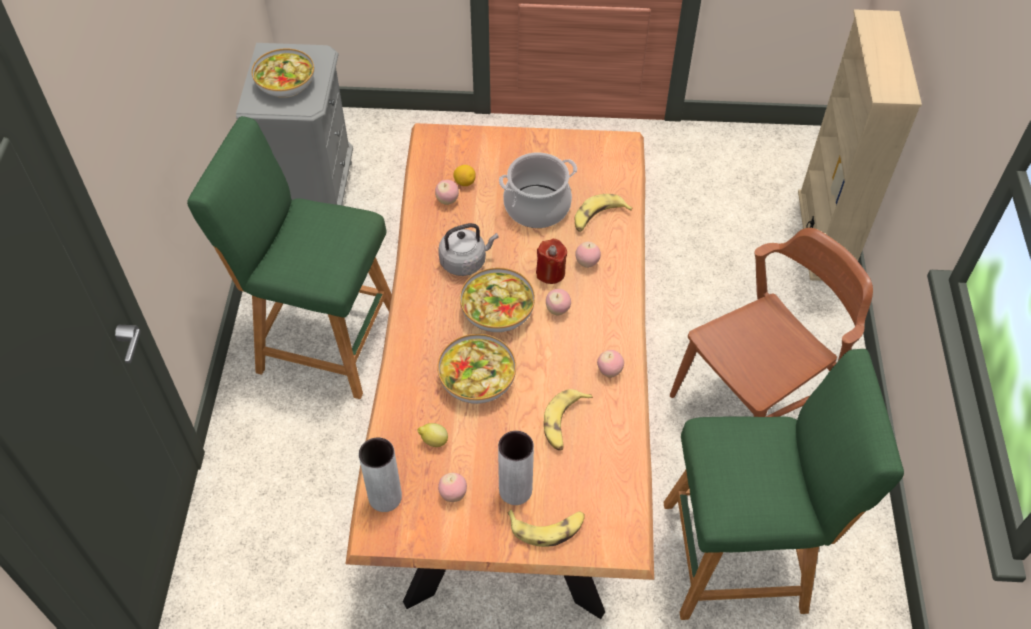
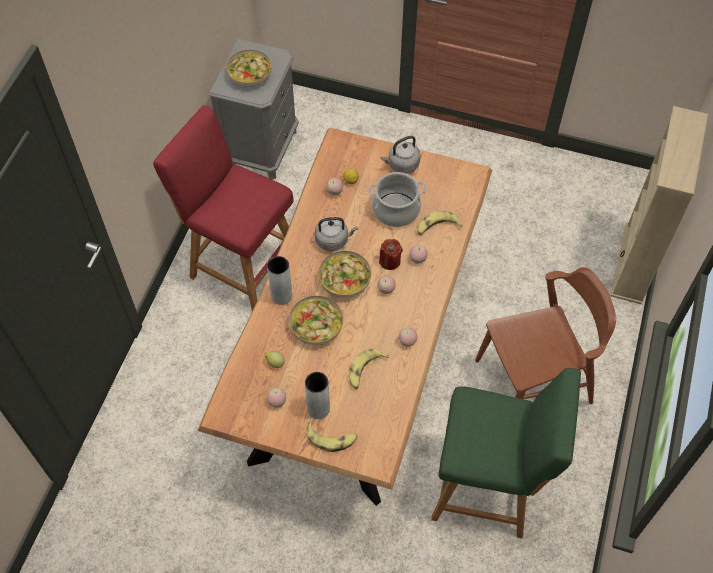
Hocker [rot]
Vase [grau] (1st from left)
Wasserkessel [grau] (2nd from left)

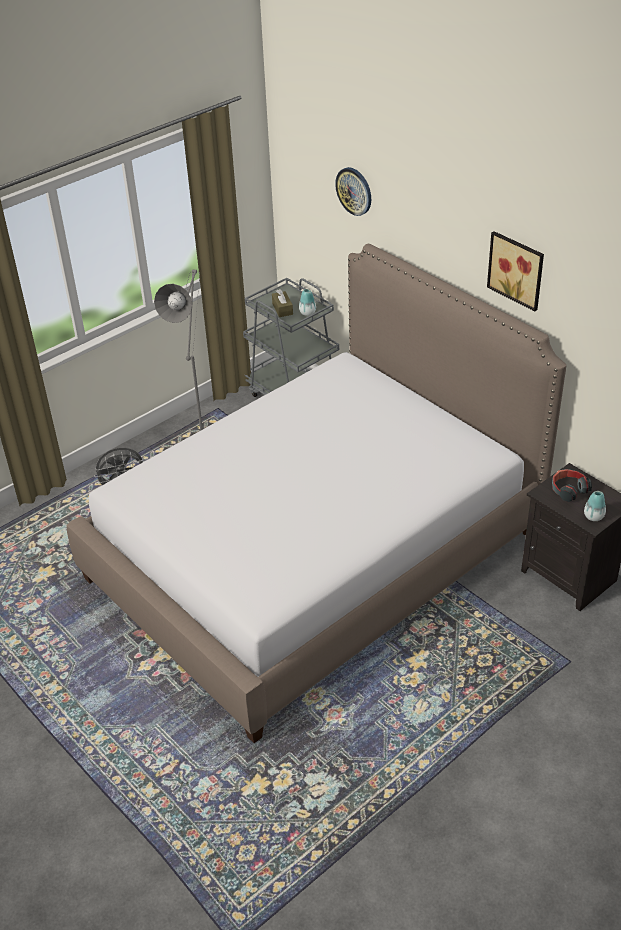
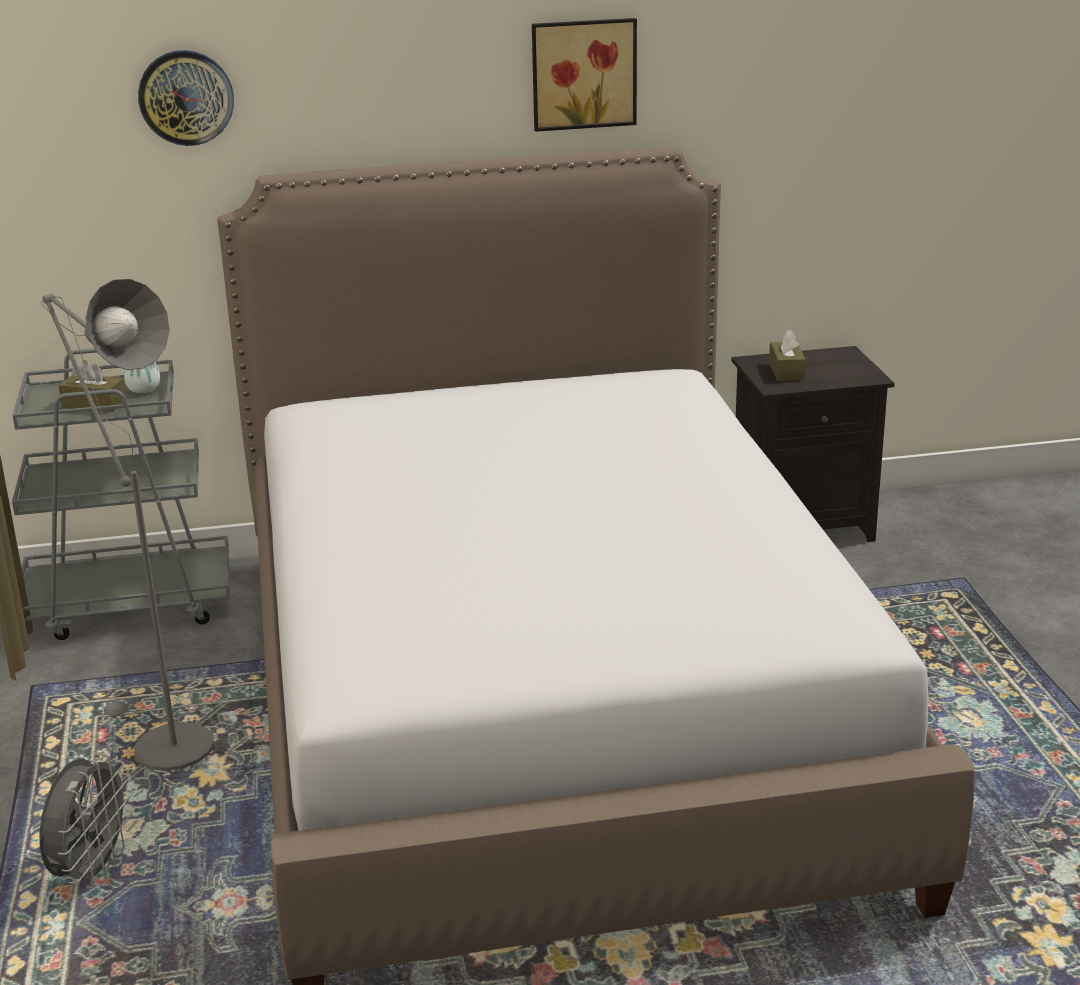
Taschentuchbox [braun] (2nd from left)
Vase (2nd from left in the first image)

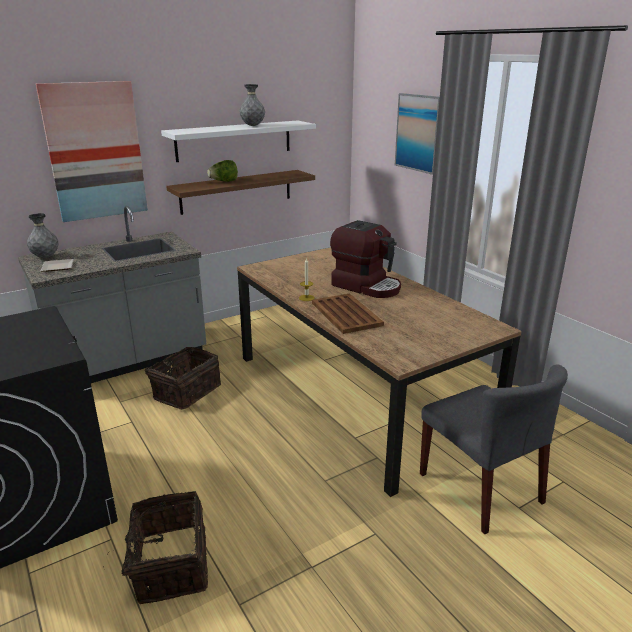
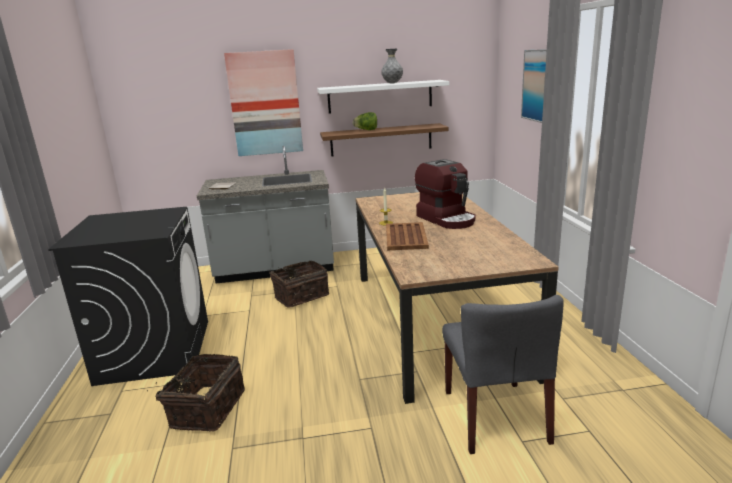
Vase [grau] (1st from left in the first image)

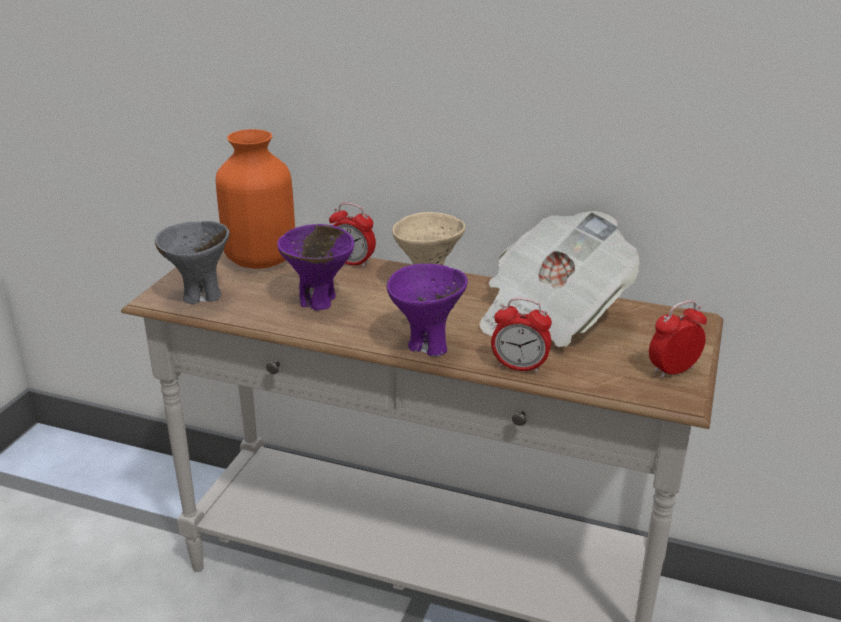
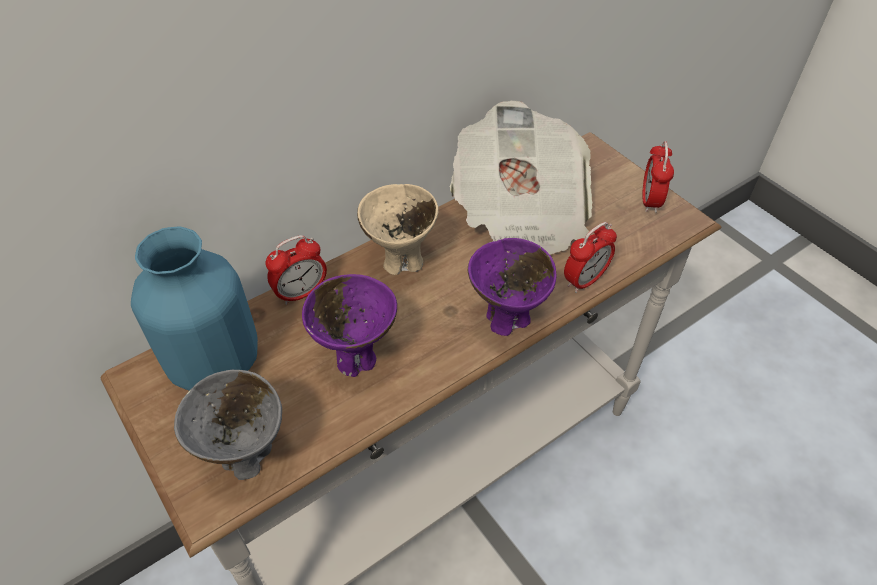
Vase [blau]

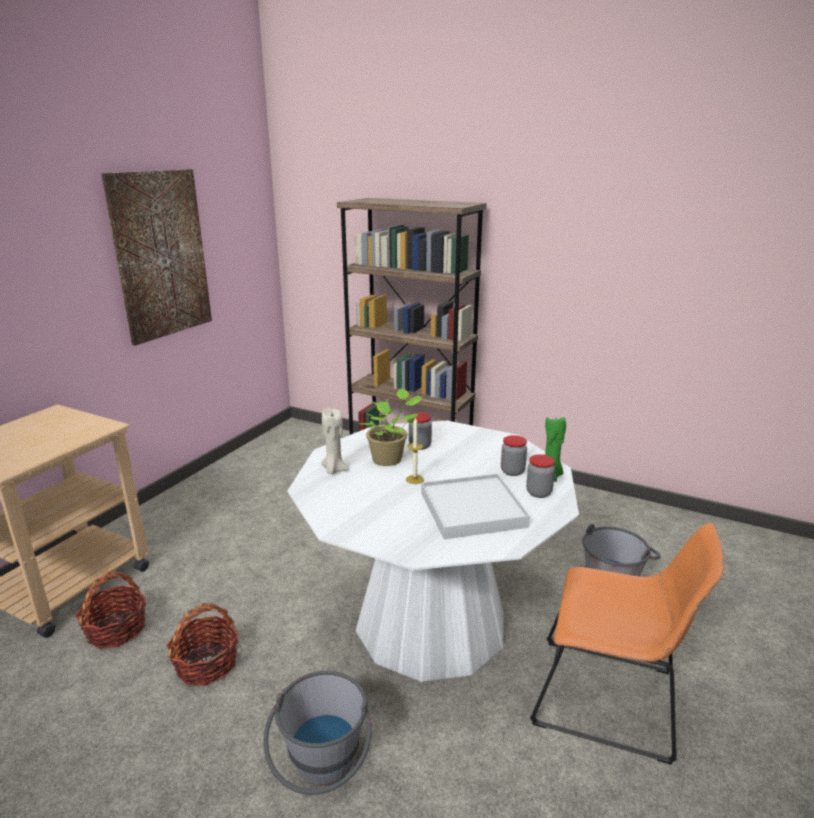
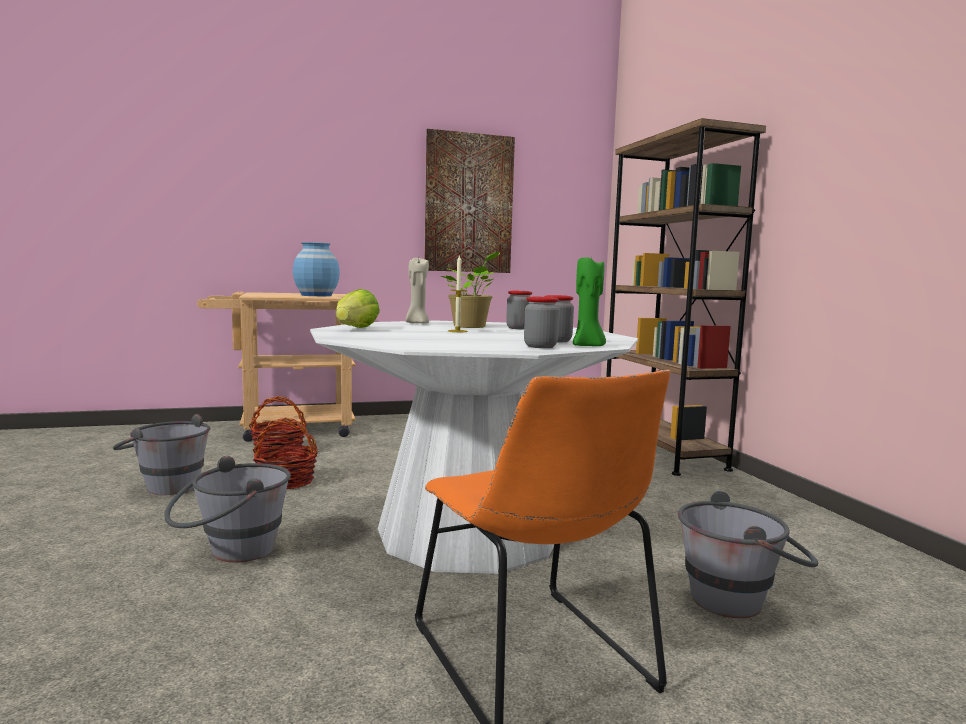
Tablett [weiß]
Vase [blau]
Salatkopf
Eimer [grau] (1st from left)

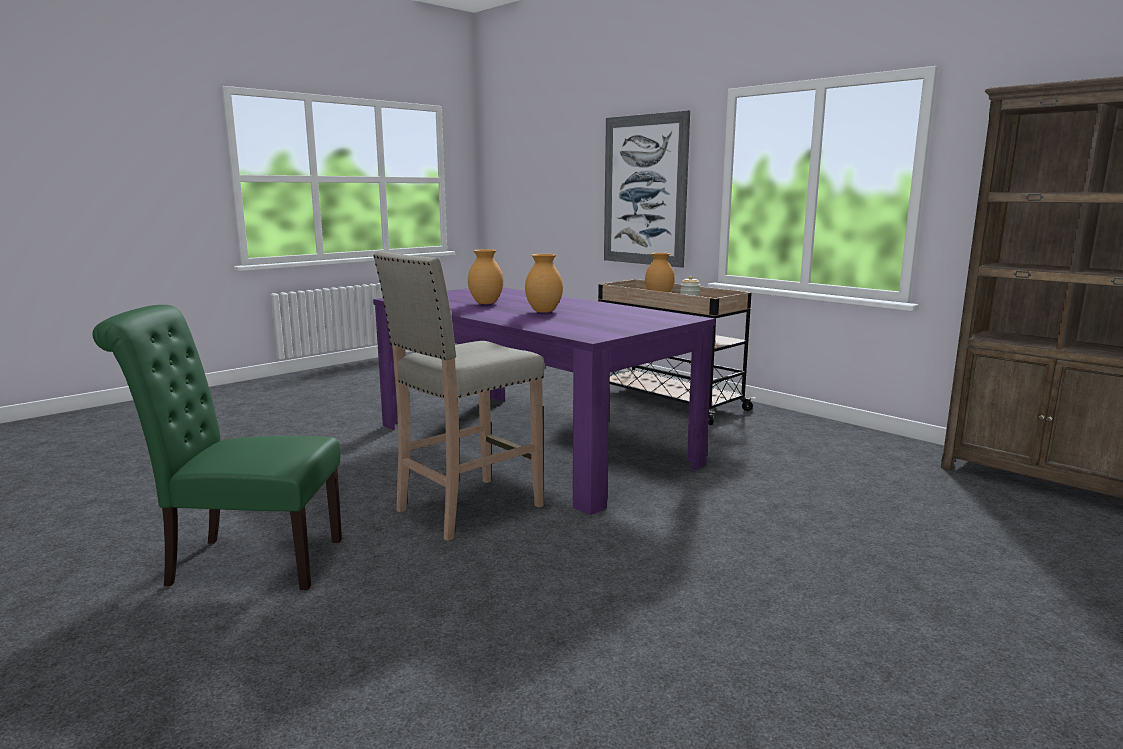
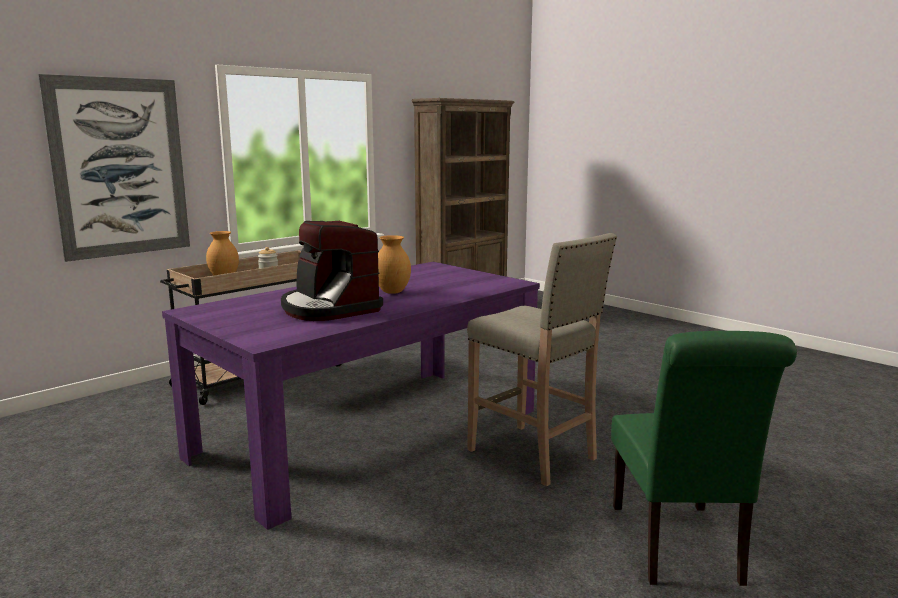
Kaffeemaschine

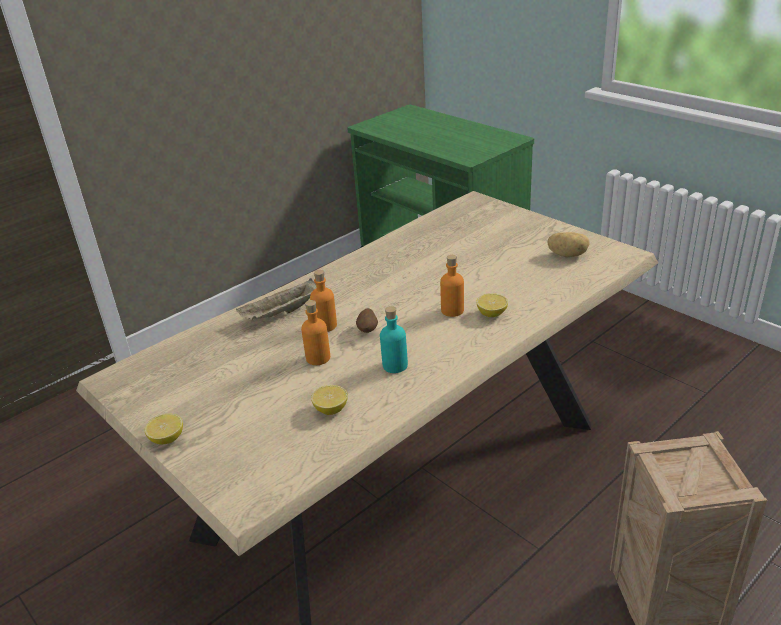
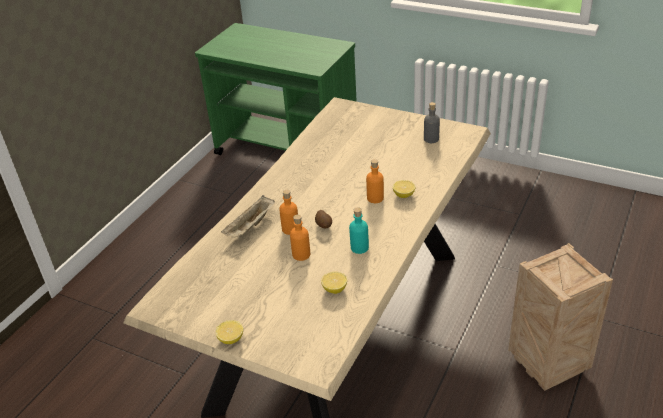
Flasche [grau]

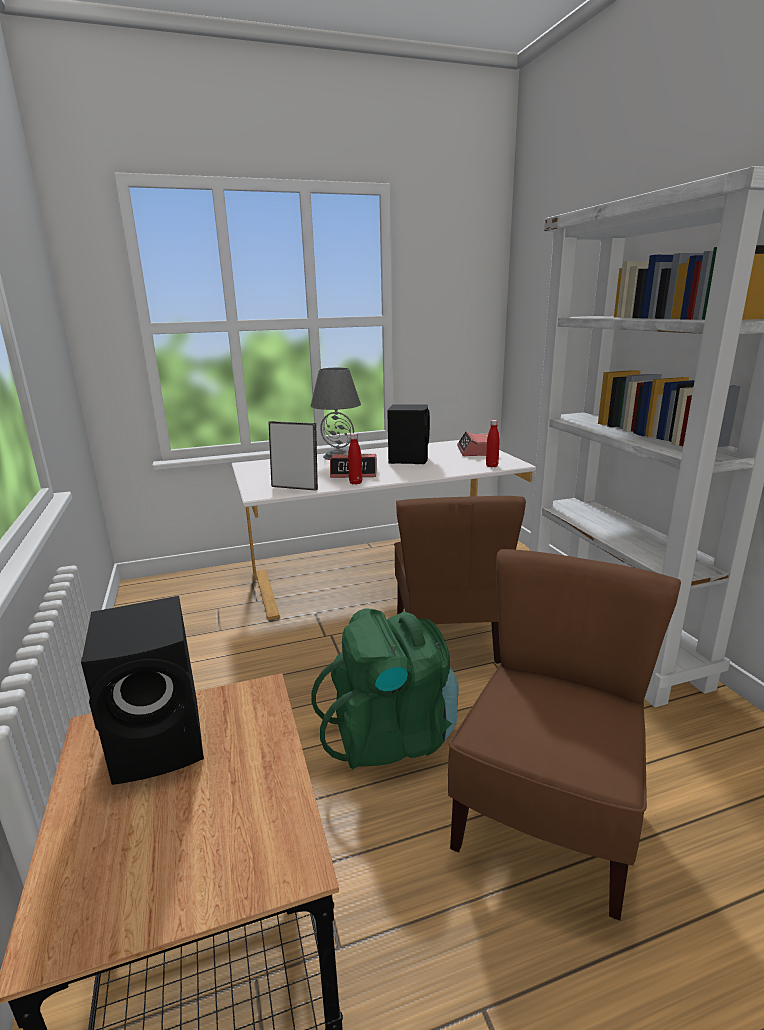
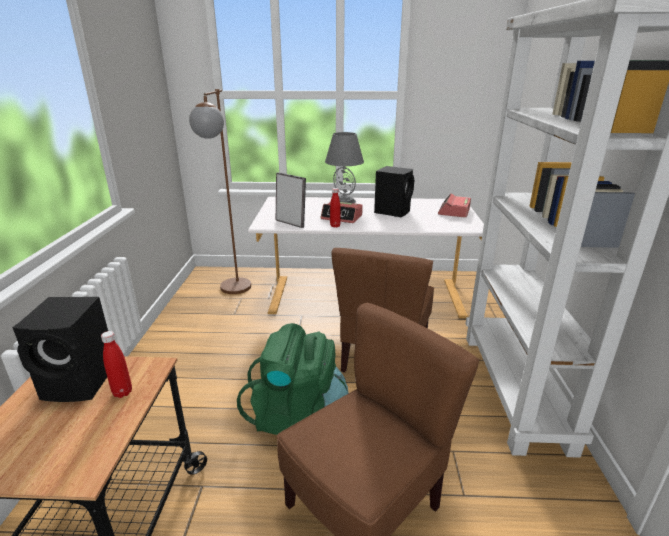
Flasche [rot] (1st from left)
Stehlampe [braun]

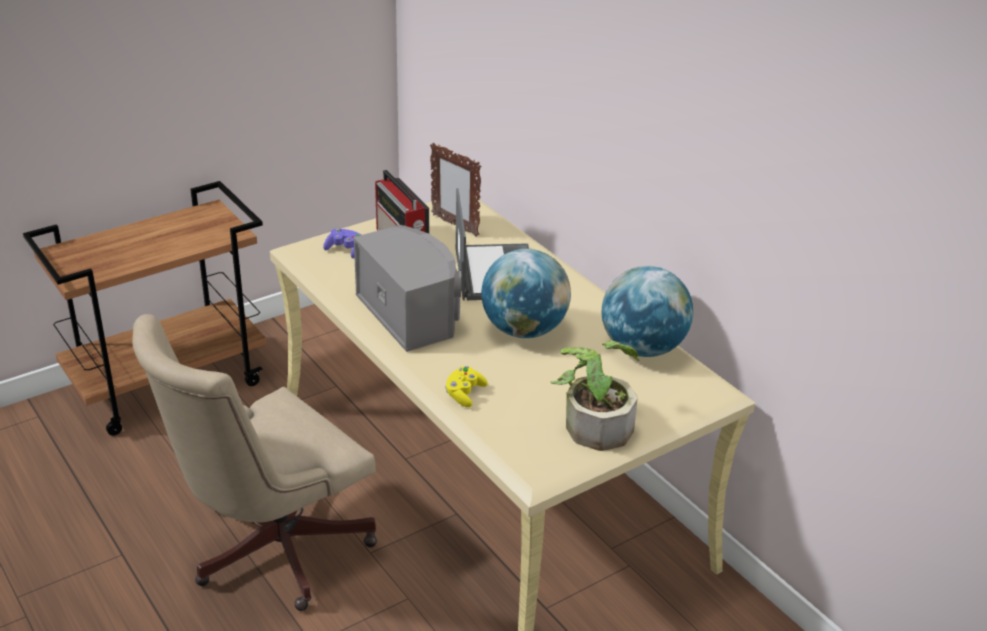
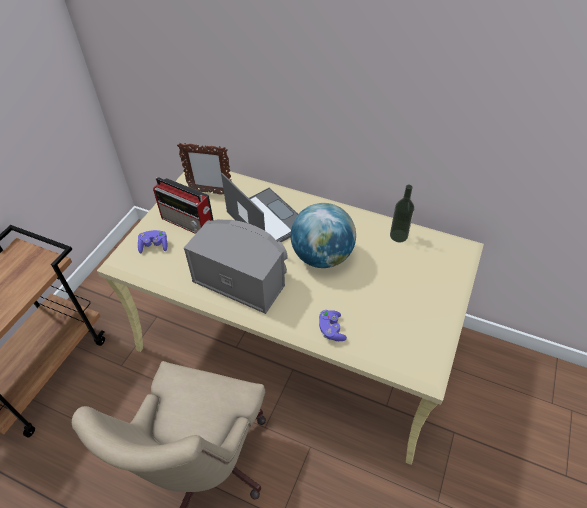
Flasche
Topfpflanze
Gamepad [lila] (2nd from left)

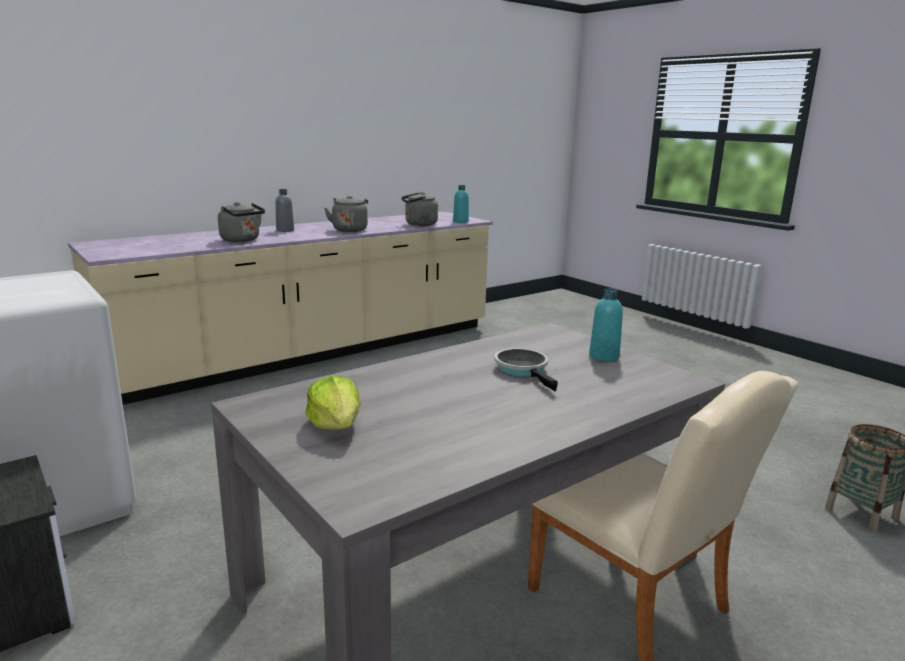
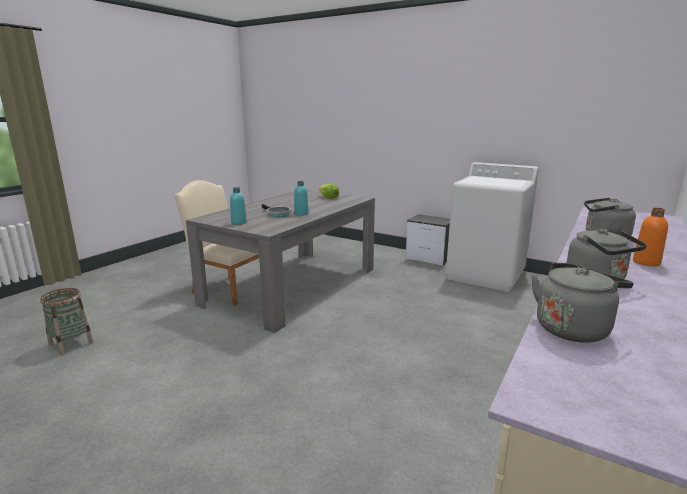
Flasche [türkis] (2nd from left)
Flasche [orange]

